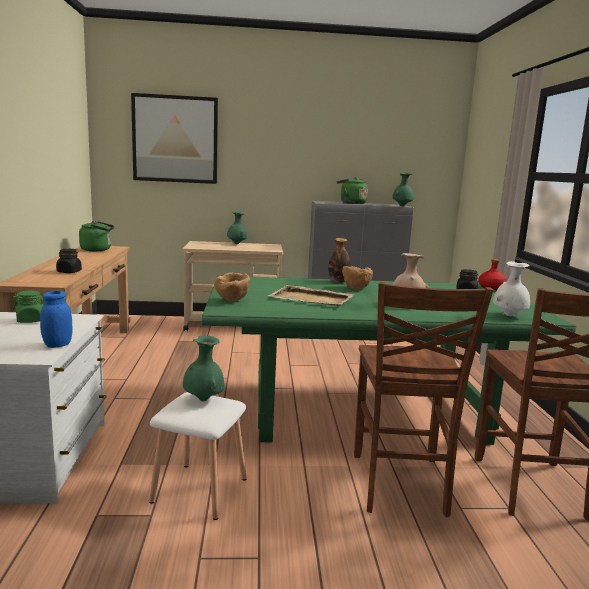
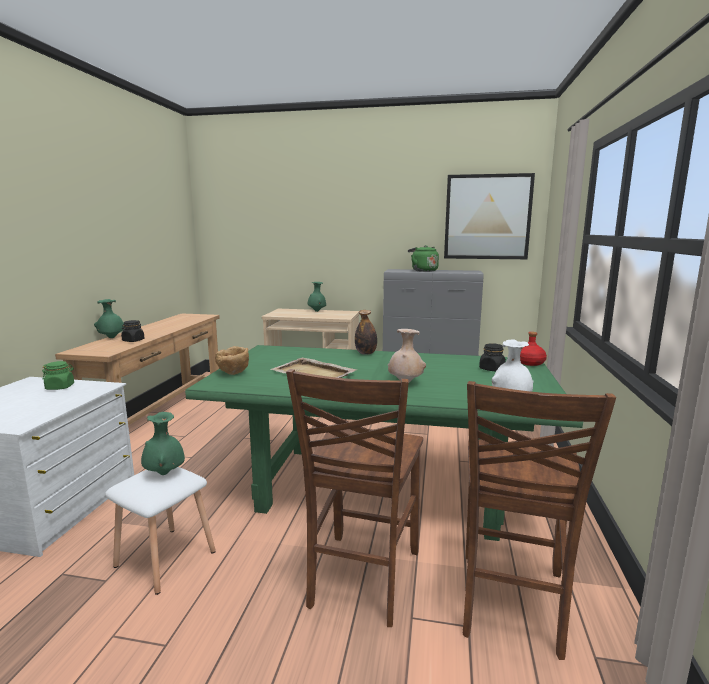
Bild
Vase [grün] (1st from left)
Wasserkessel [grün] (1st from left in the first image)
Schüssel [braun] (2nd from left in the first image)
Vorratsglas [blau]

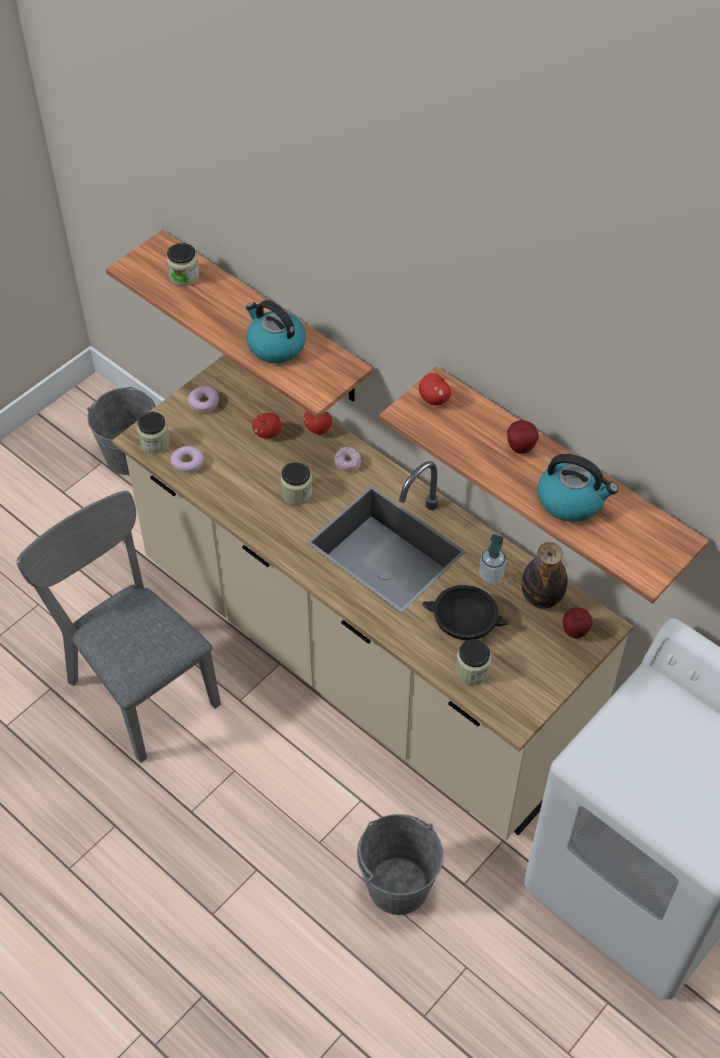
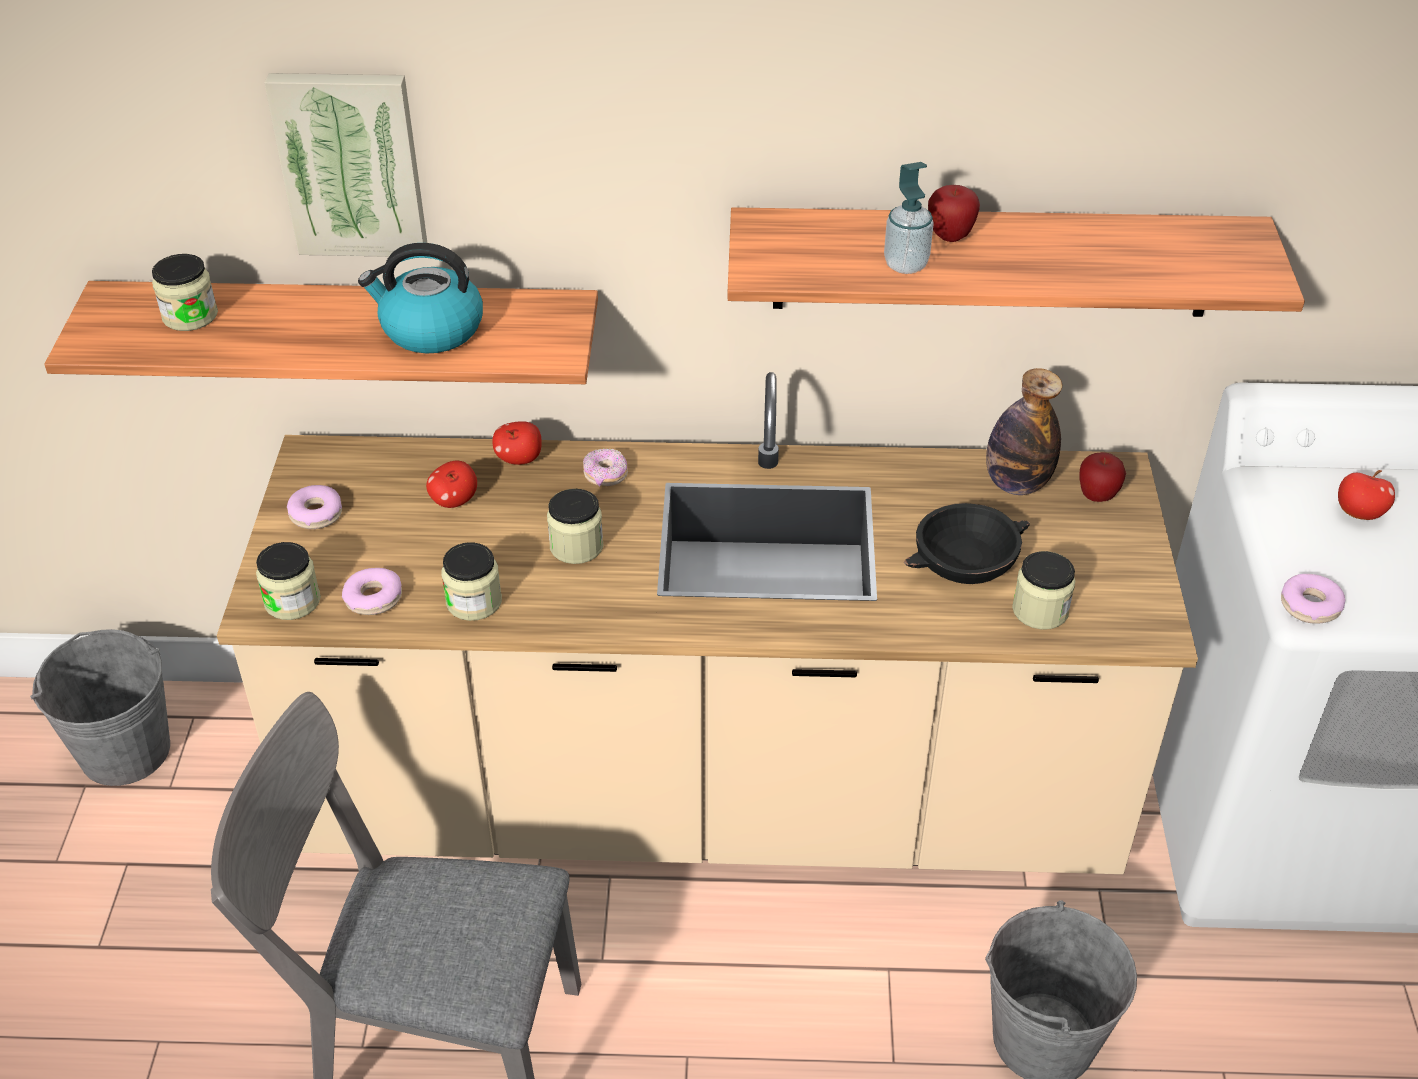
Apfel (5th from left)
Wasserkessel (2nd from left in the first image)
Seifenspender
Bild
Vorratsglas (3rd from left)
Donut (4th from left)

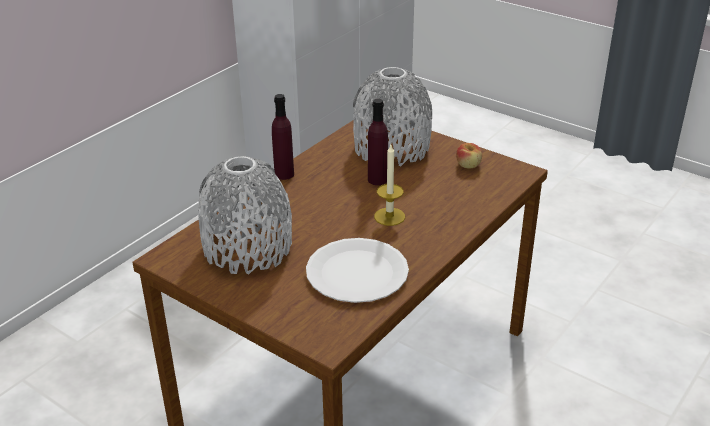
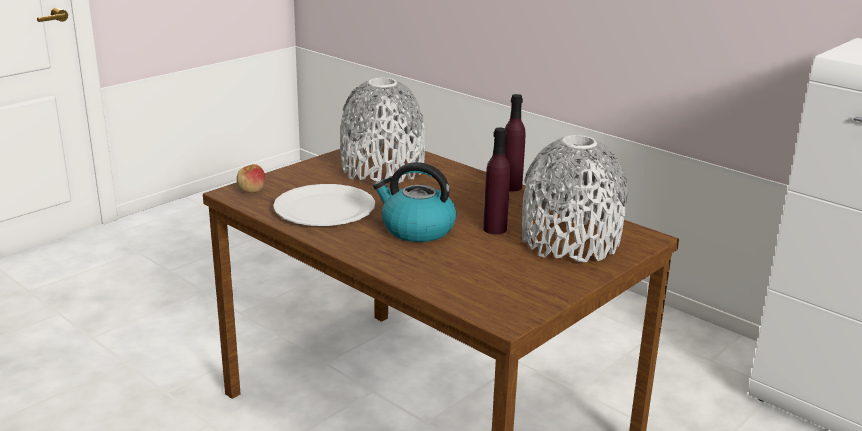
Apfel
Wasserkessel

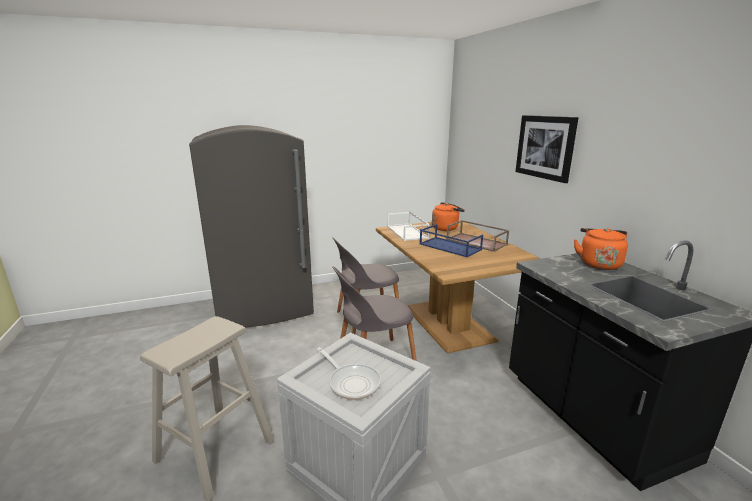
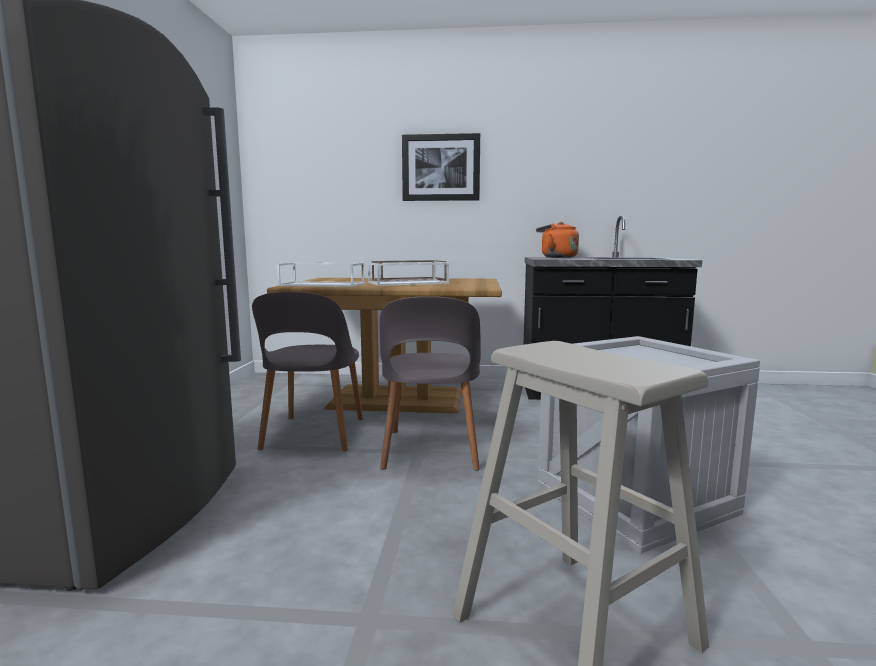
Wasserkessel [orange] (1st from left in the first image)
Tablett [weiß] (2nd from left)
Pfanne

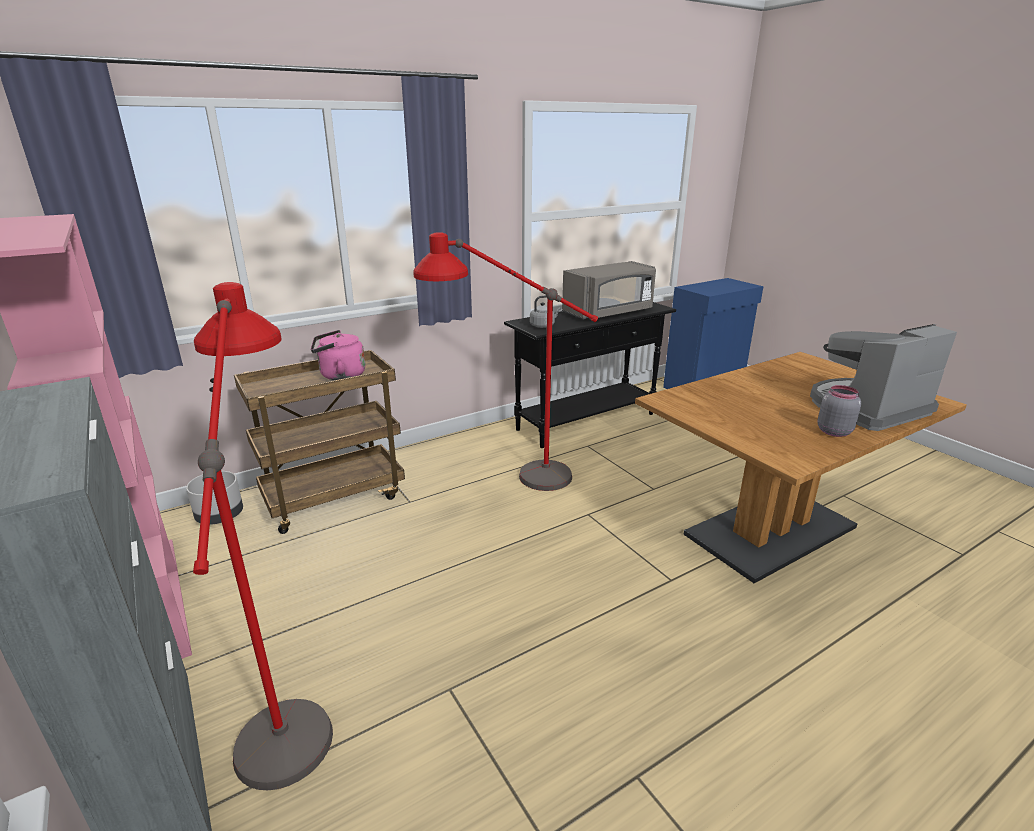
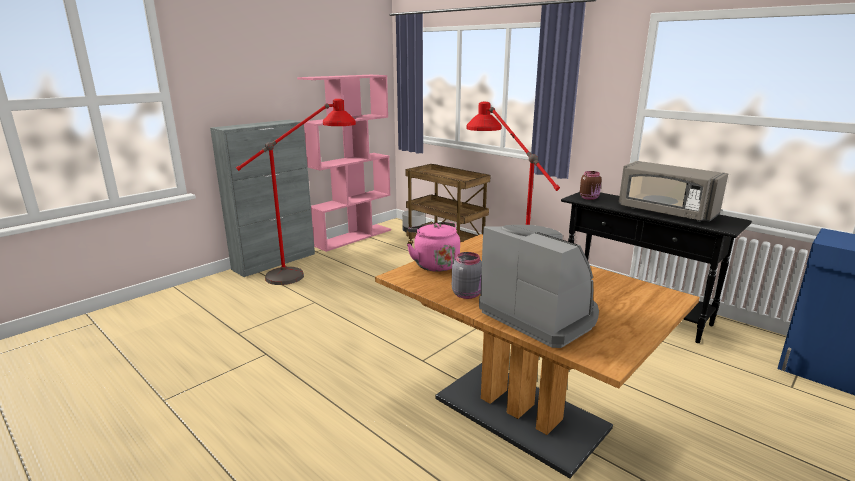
Vorratsglas [braun]
Wasserkessel [rosa]

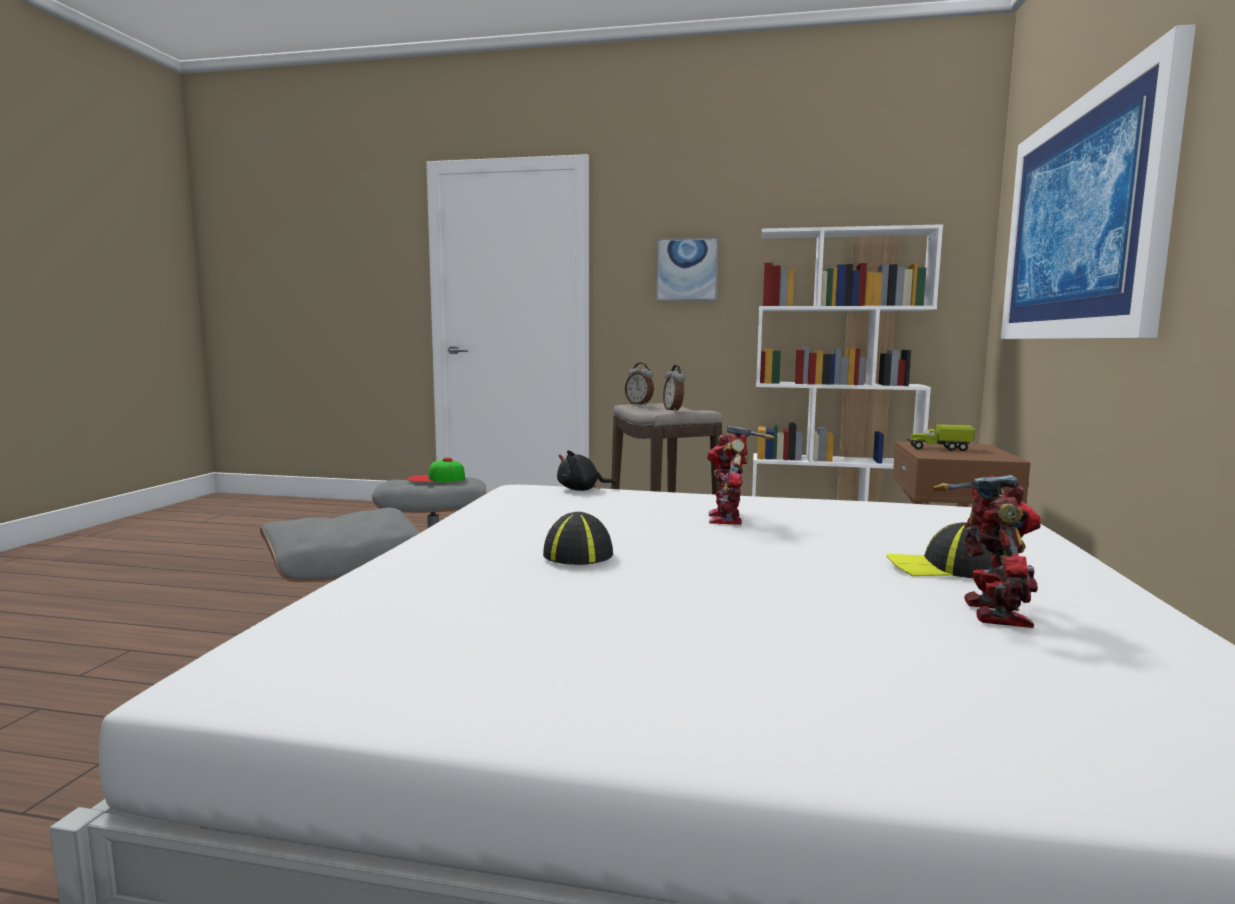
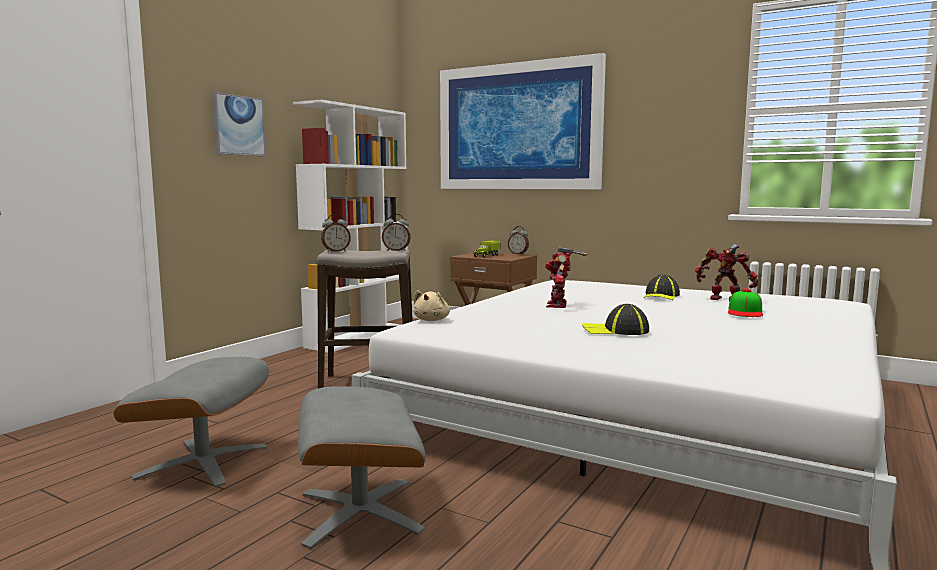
Spielzeugroboter (1st from left)
Plüschtier [beige]
Kappe (3rd from left)
Wecker (3rd from left)

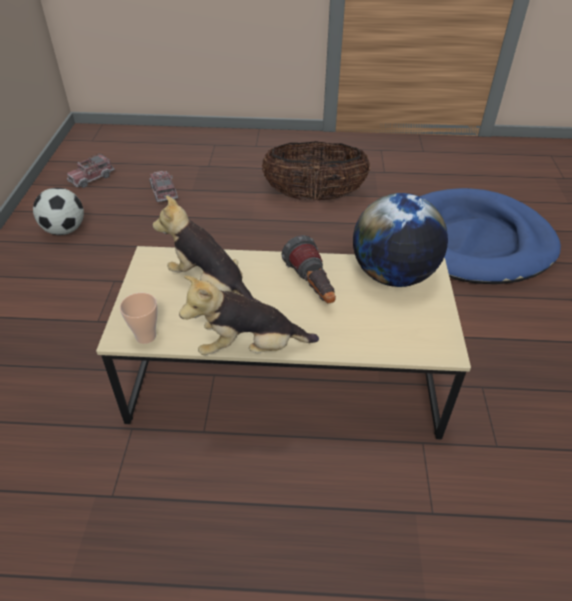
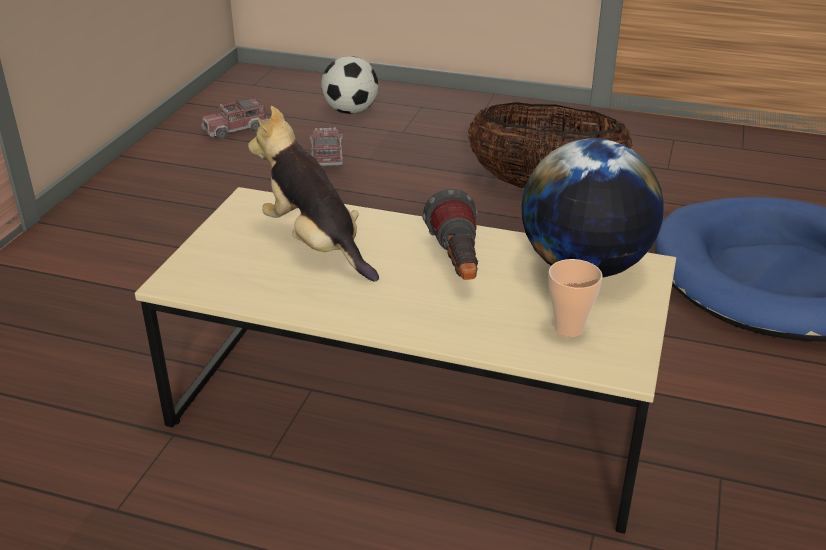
Fußball
Plüschtier (2nd from left in the first image)
Tasse

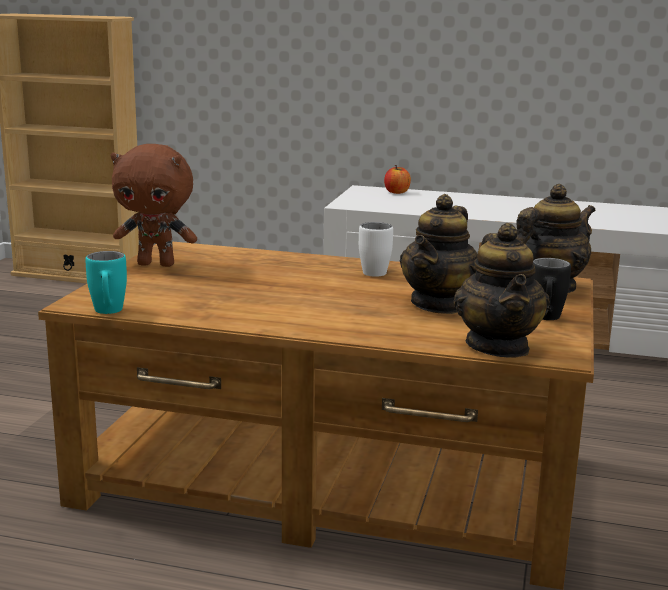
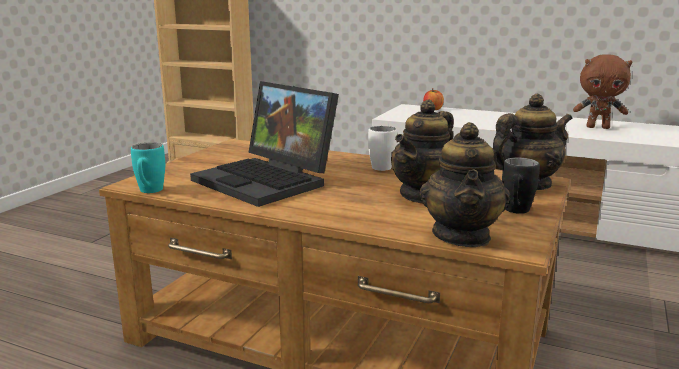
Plüschtier [braun]
Laptop

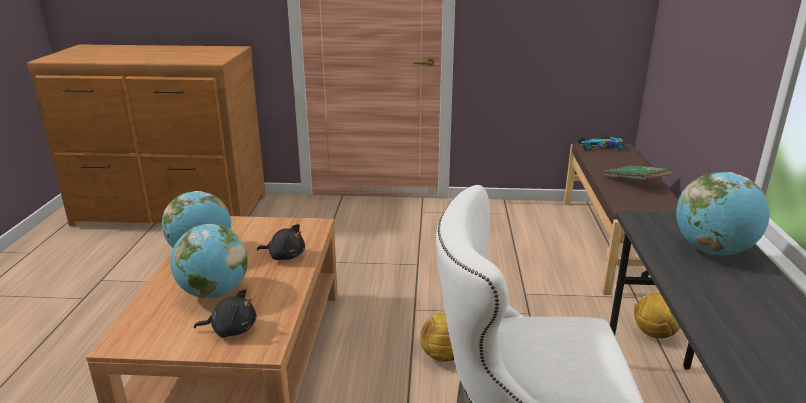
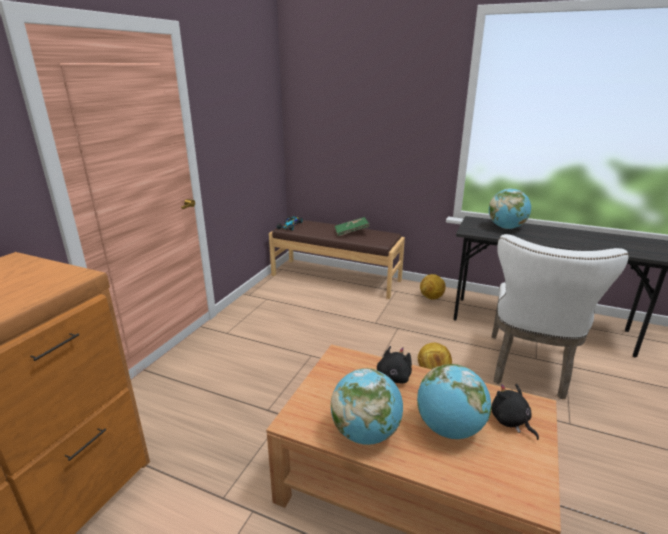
Plüschtier [schwarz] (2nd from left)

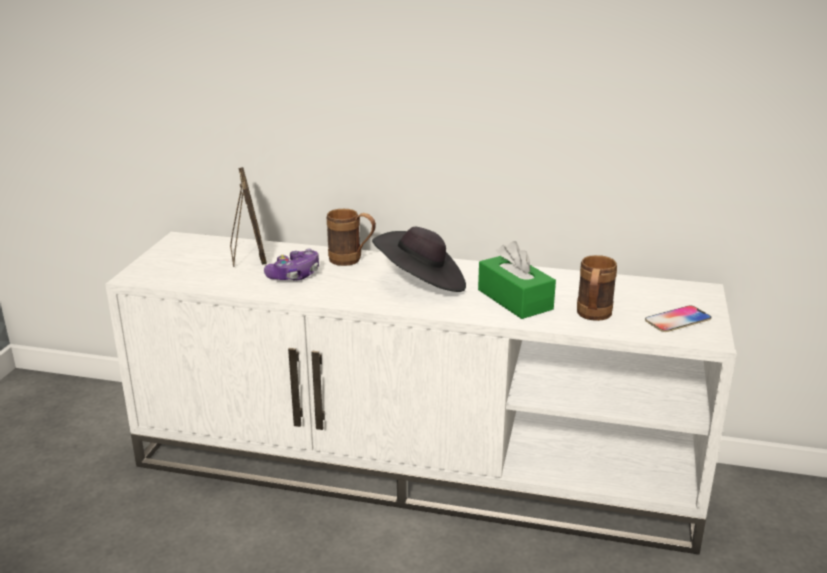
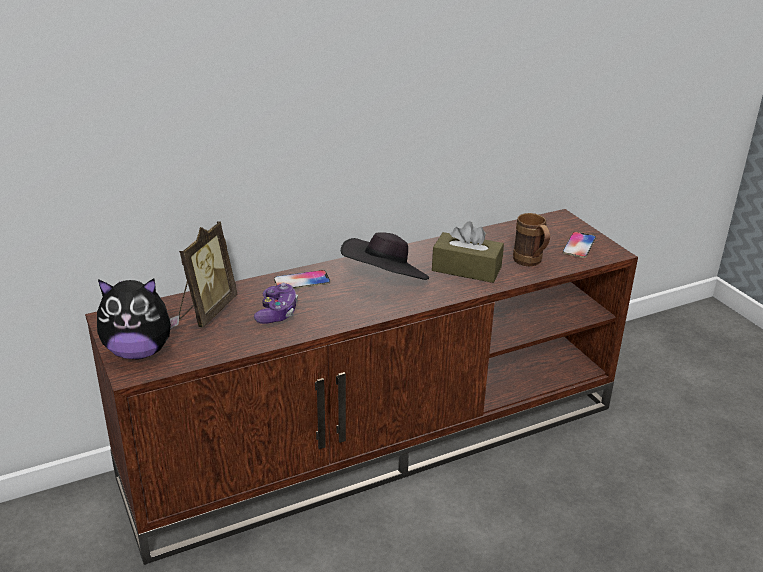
Bilderrahmen
Handy (1st from left)
Fernsehschrank [braun]
Taschentuchbox [braun]
Plüschtier

